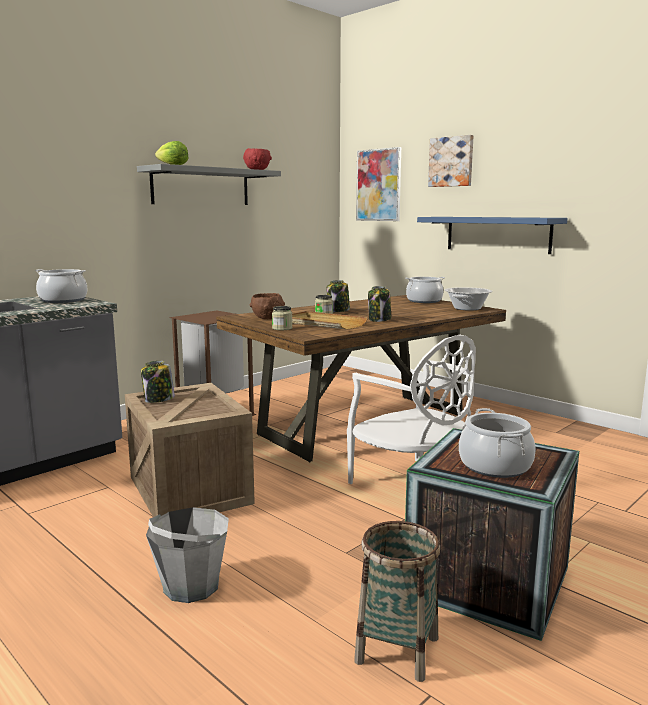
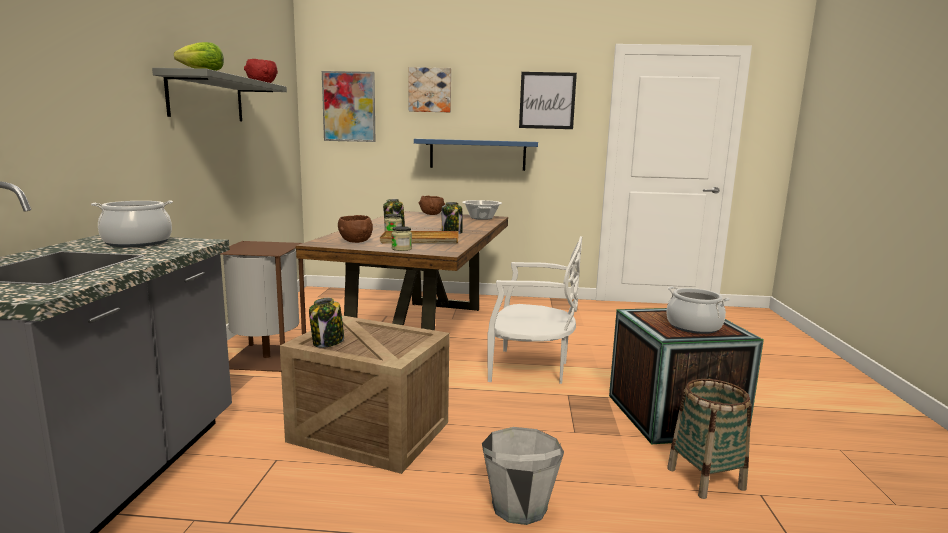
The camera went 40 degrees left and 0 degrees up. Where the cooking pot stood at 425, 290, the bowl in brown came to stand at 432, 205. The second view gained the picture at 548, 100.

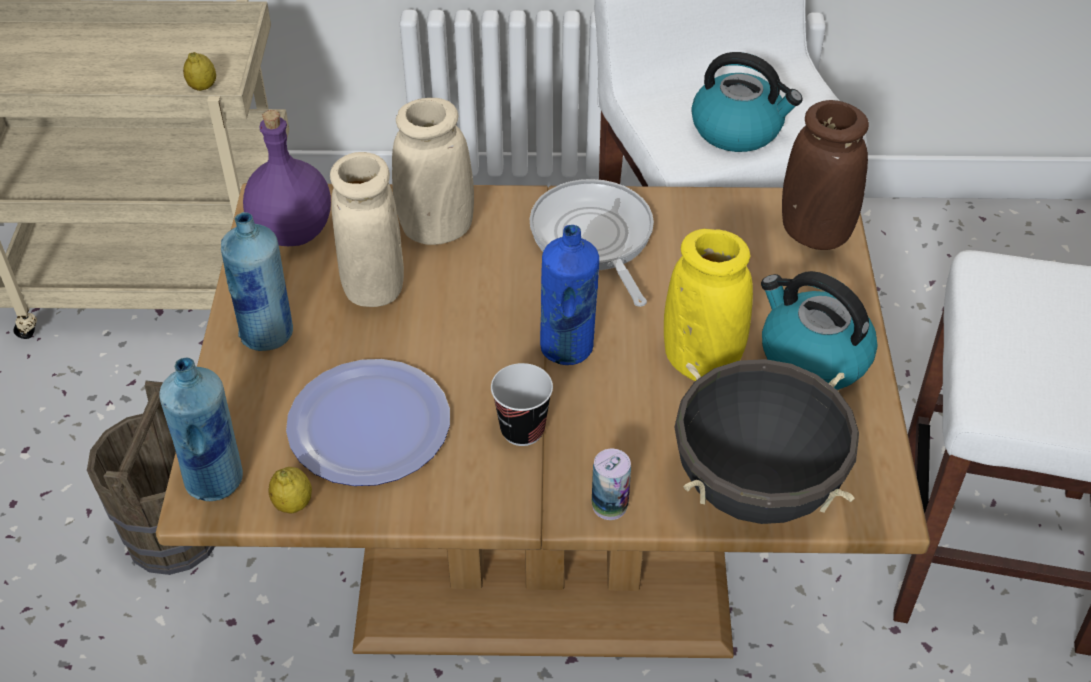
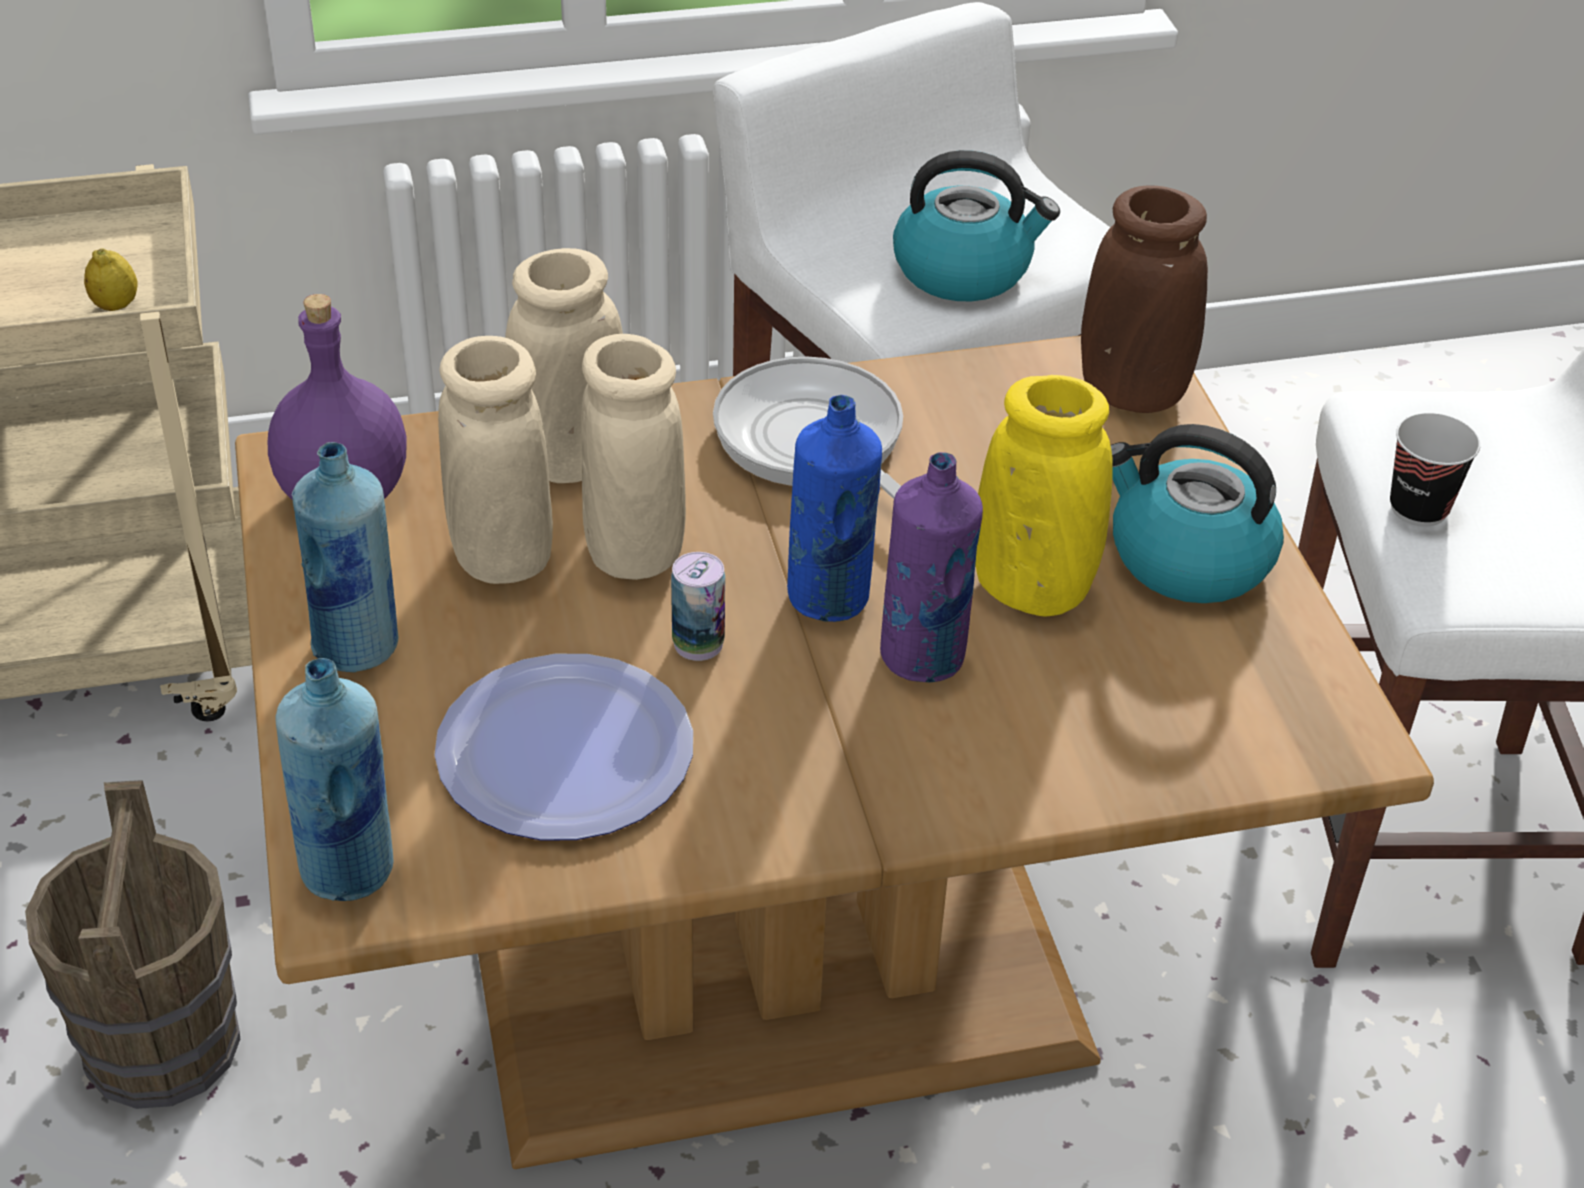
The camera went 15 degrees left and 5 degrees down. The second view lost the lemon at 290, 490. The cup ended up elsewhere, having gone from 522, 404 to 1435, 470. The can ended up elsewhere, having gone from 611, 484 to 698, 606. The second view lost the cooking pot in black at 766, 441. The second view gained the vase in beige at 633, 457. The second view gained the bottle in purple at 931, 567.

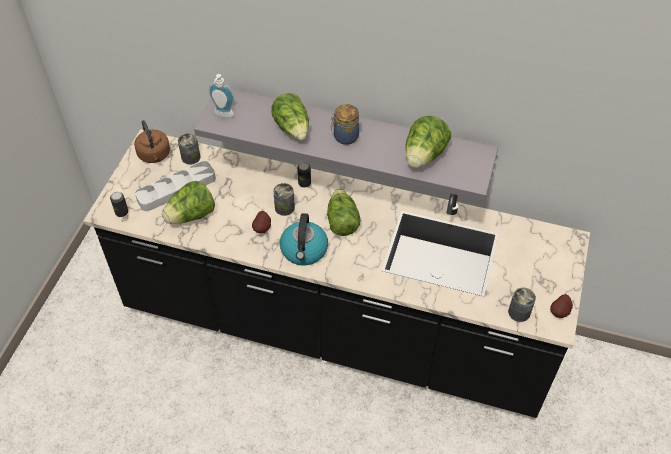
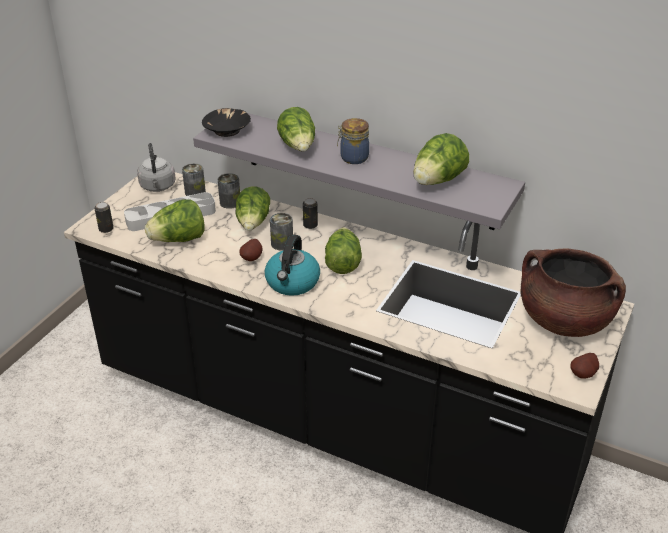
The camera went 10 degrees right and 15 degrees down. What was the kettle in brown at 152, 141 turned into the kettle in grey at 156, 167. Where the soap dispenser stood at 221, 96, the bowl in black came to stand at 226, 122. The can ended up elsewhere, having gone from 522, 304 to 229, 191. The second view gained the lettuce at 252, 208. The second view gained the cooking pot in brown at 573, 292.

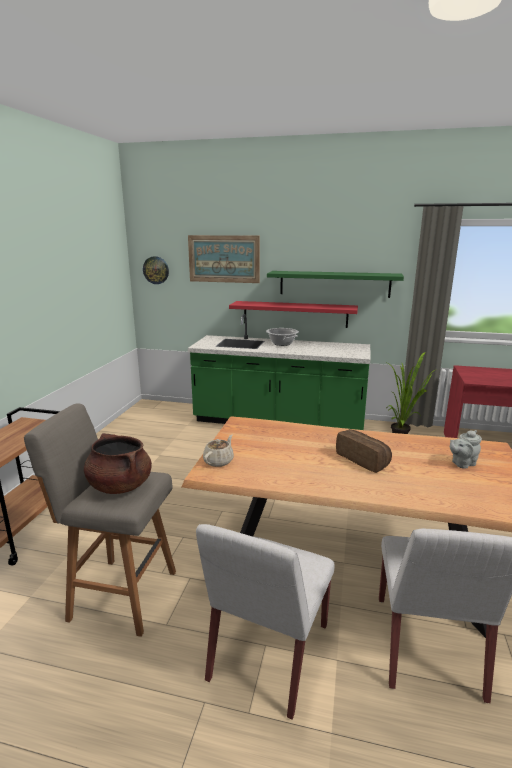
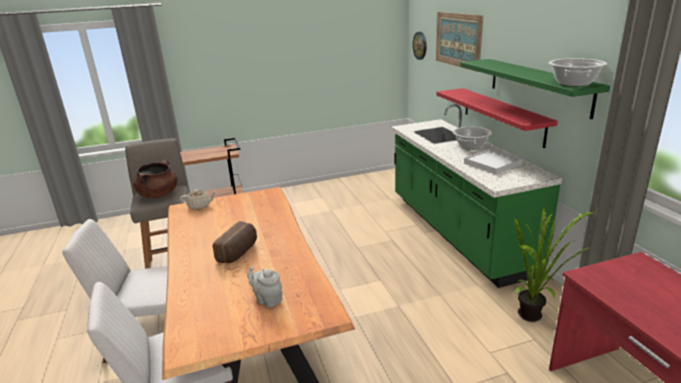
The camera went 60 degrees right and 5 degrees up. The second view gained the tray in white at 493, 161. The second view gained the cooking pot at 578, 72.

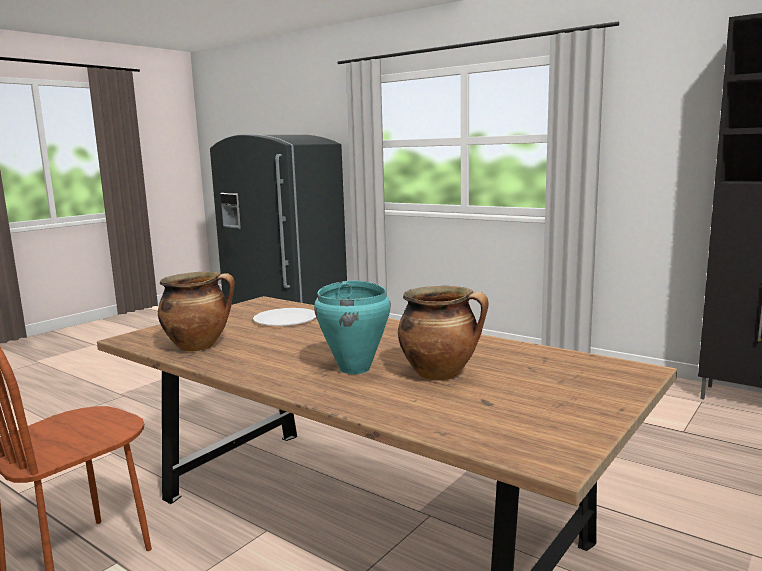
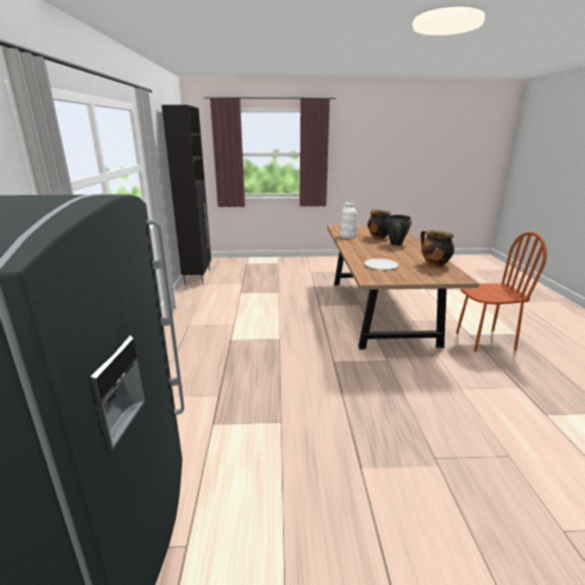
The camera went 130 degrees left and 10 degrees up. What was the cooking pot in turquoise at 352, 327 turned into the cooking pot in black at 398, 230. The second view gained the vase in white at 348, 219.

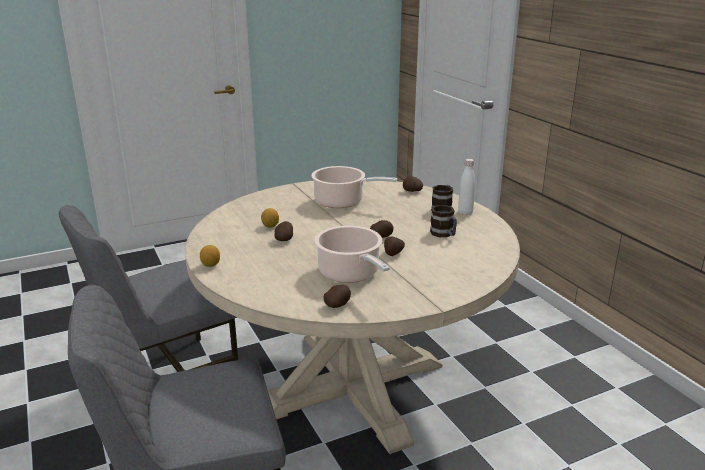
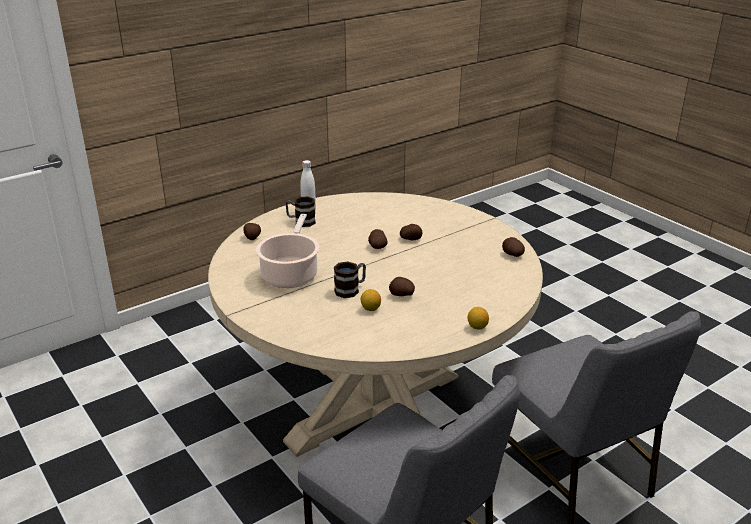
The camera went 100 degrees left and 5 degrees up. The second view lost the cooking pot at 352, 254. The mug ended up elsewhere, having gone from 443, 221 to 350, 280.

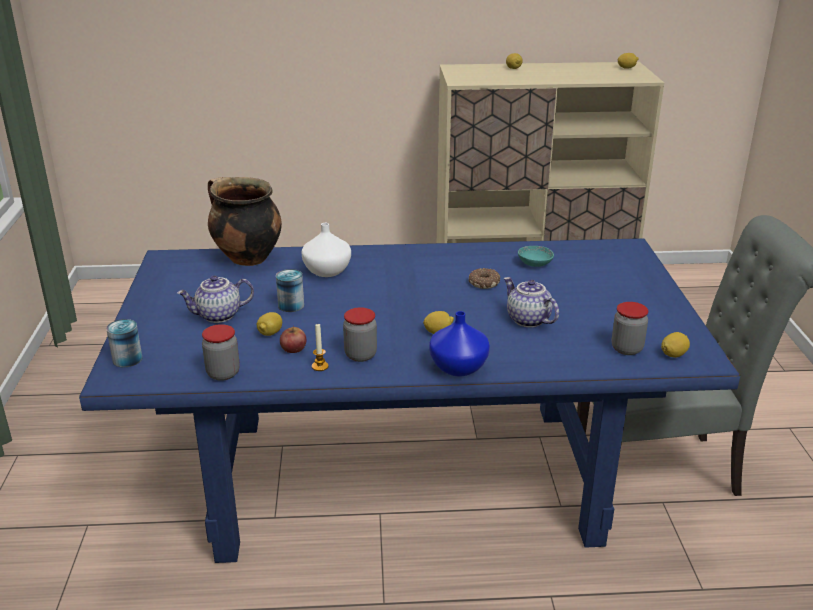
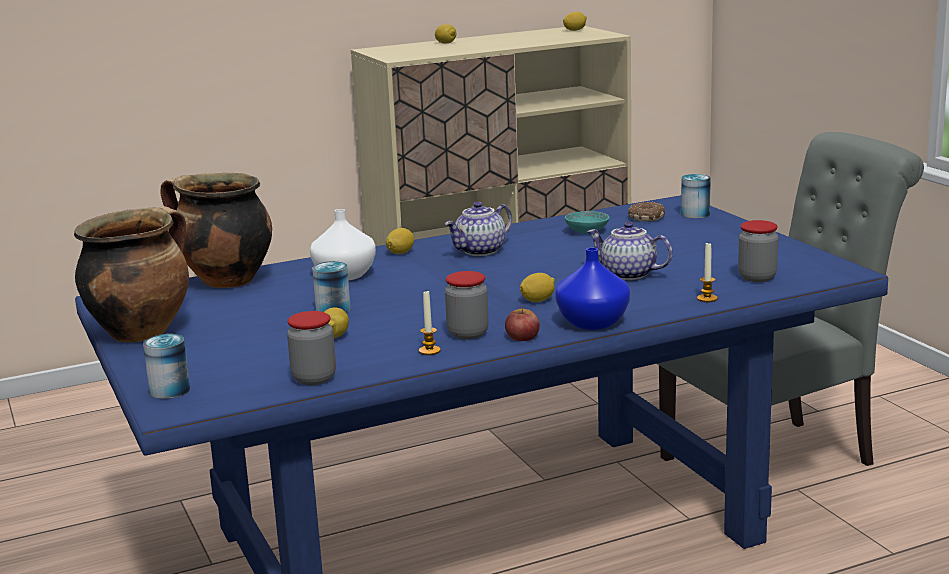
The camera went 20 degrees left and 10 degrees down. The teapot ended up elsewhere, having gone from 215, 299 to 478, 229. The apple ended up elsewhere, having gone from 293, 339 to 522, 323. The donut ended up elsewhere, having gone from 484, 278 to 646, 211. The lemon ended up elsewhere, having gone from 675, 345 to 400, 241. The second view gained the cooking pot at 131, 274. The second view gained the can at 696, 196. The second view gained the candle at 707, 271.

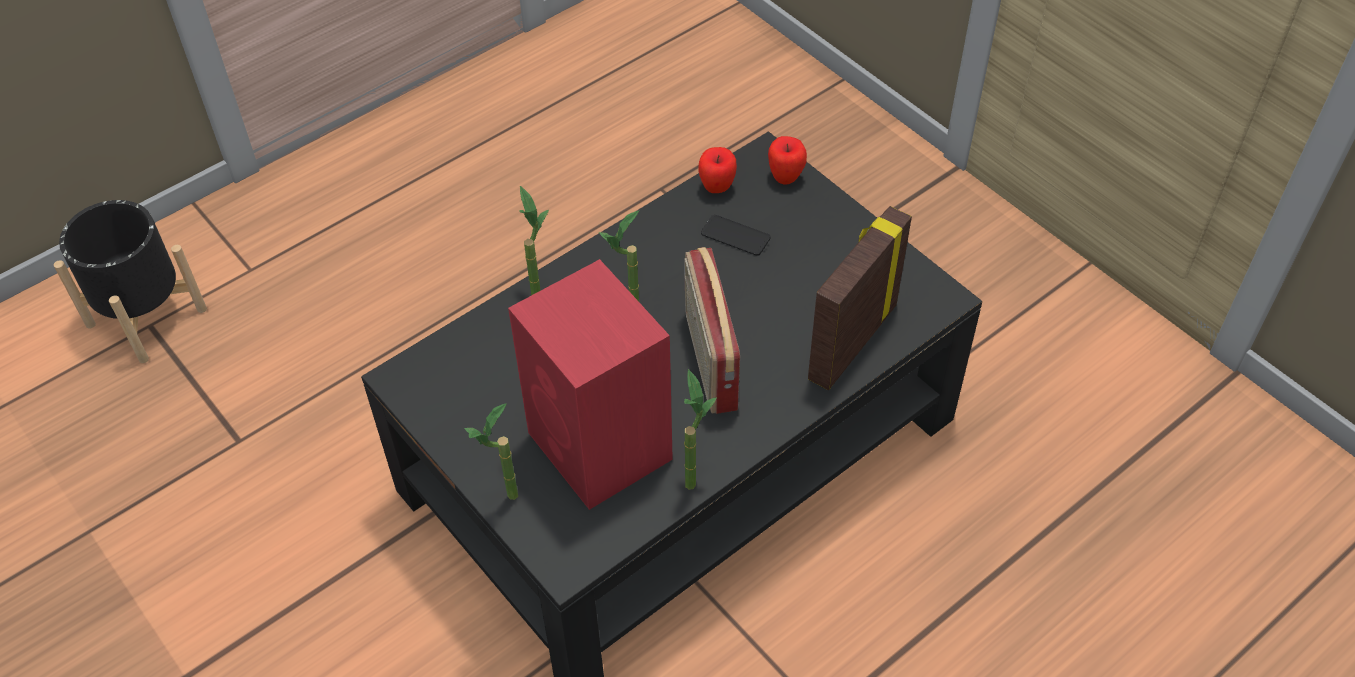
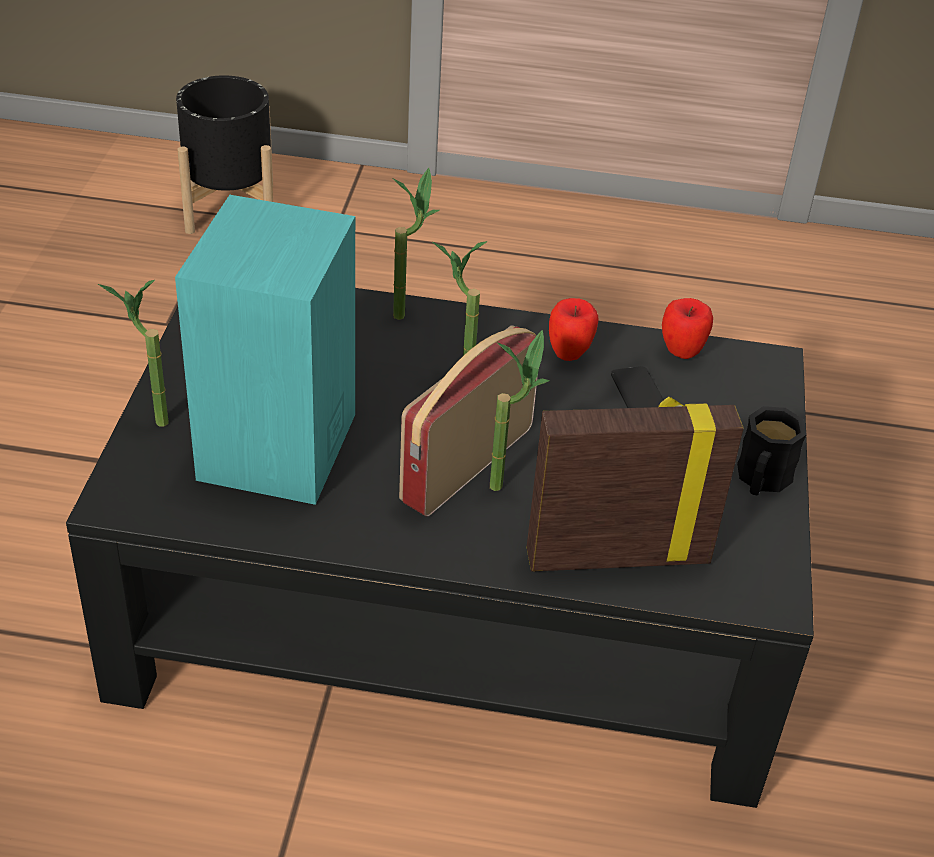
The camera went 45 degrees right and 10 degrees down. What was the speaker in red at 590, 384 turned into the speaker in turquoise at 265, 350. The potted plant ended up elsewhere, having gone from 700, 429 to 520, 410. The apple ended up elsewhere, having gone from 787, 160 to 574, 329. The second view gained the mug in black at 772, 450.

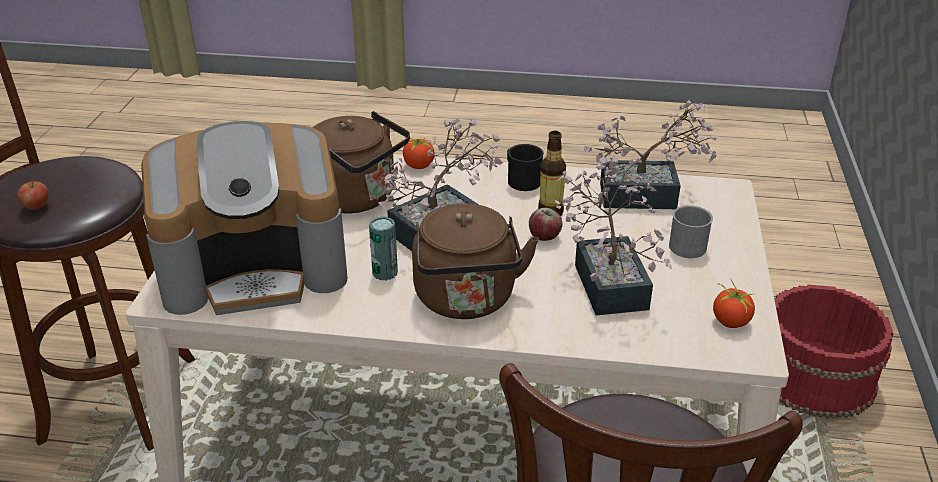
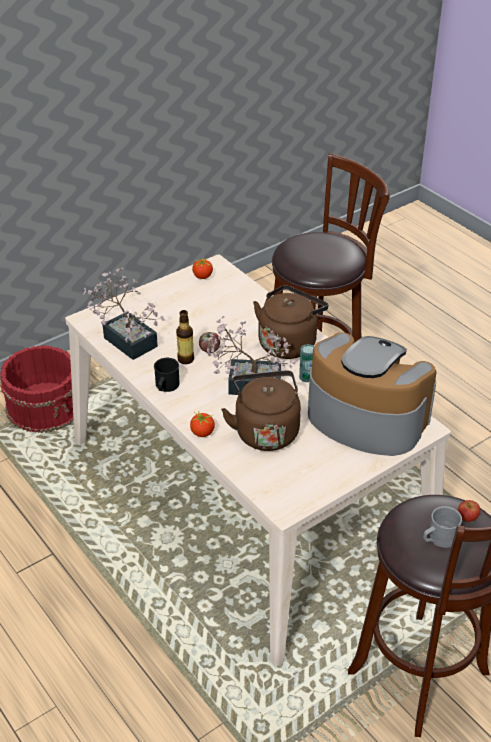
The camera went 135 degrees left and 5 degrees up. The second view lost the potted plant at 613, 236. The mug in grey ended up elsewhere, having gone from 691, 231 to 442, 527.

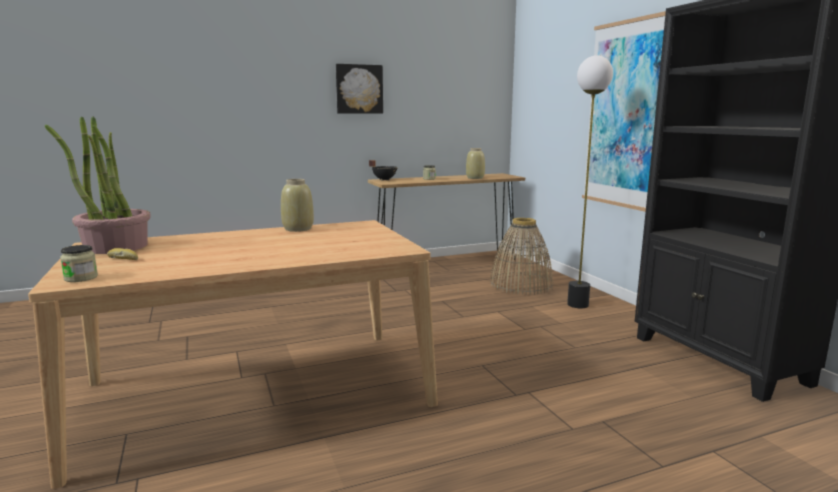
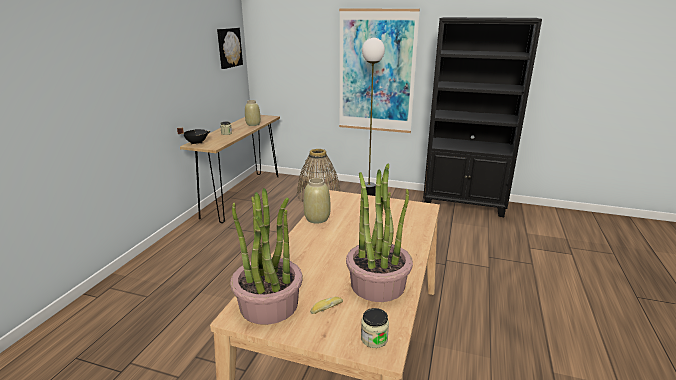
The camera went 50 degrees left and 10 degrees up. The picture ended up elsewhere, having gone from 359, 89 to 230, 48. The second view gained the potted plant at 379, 232.

